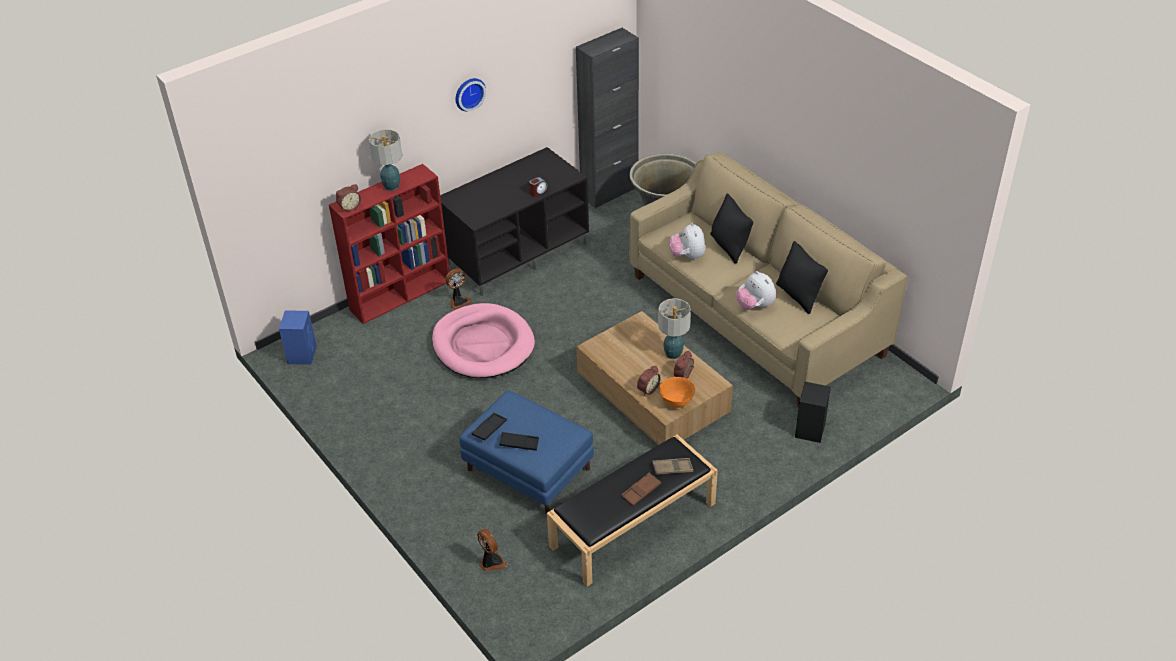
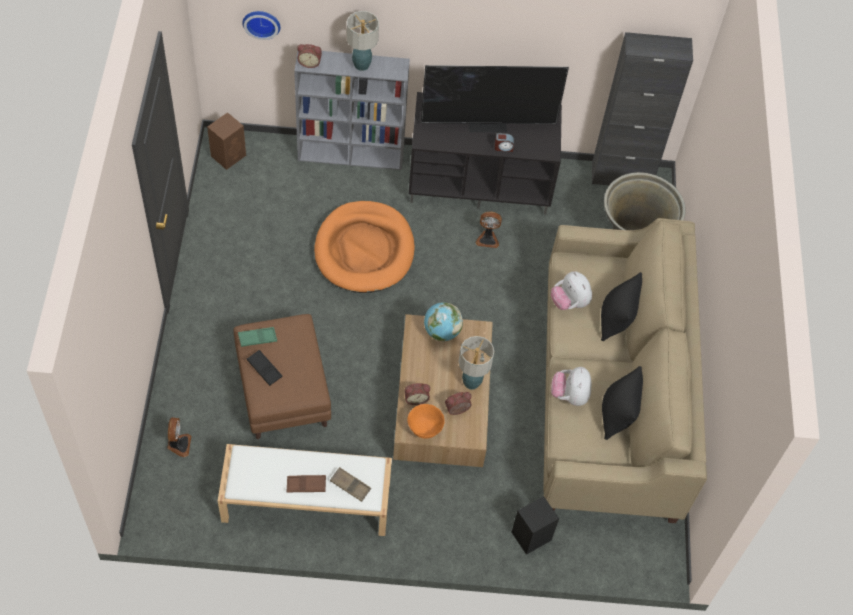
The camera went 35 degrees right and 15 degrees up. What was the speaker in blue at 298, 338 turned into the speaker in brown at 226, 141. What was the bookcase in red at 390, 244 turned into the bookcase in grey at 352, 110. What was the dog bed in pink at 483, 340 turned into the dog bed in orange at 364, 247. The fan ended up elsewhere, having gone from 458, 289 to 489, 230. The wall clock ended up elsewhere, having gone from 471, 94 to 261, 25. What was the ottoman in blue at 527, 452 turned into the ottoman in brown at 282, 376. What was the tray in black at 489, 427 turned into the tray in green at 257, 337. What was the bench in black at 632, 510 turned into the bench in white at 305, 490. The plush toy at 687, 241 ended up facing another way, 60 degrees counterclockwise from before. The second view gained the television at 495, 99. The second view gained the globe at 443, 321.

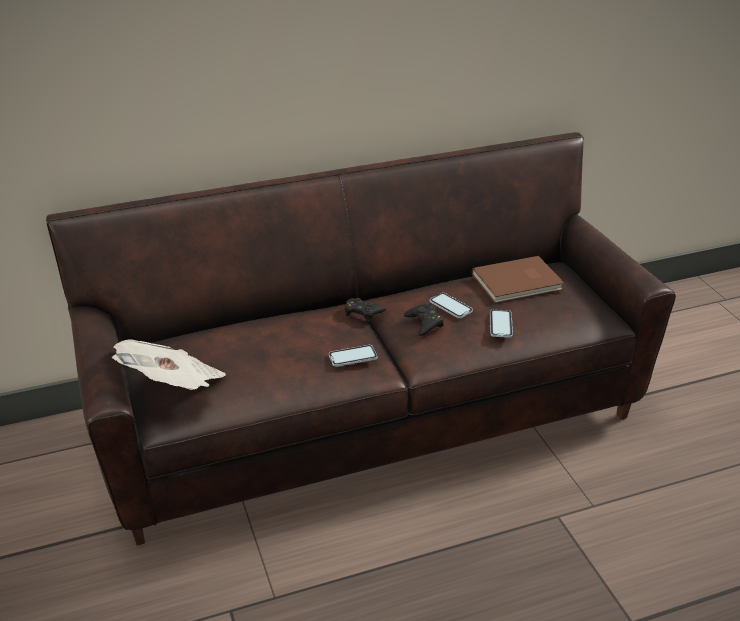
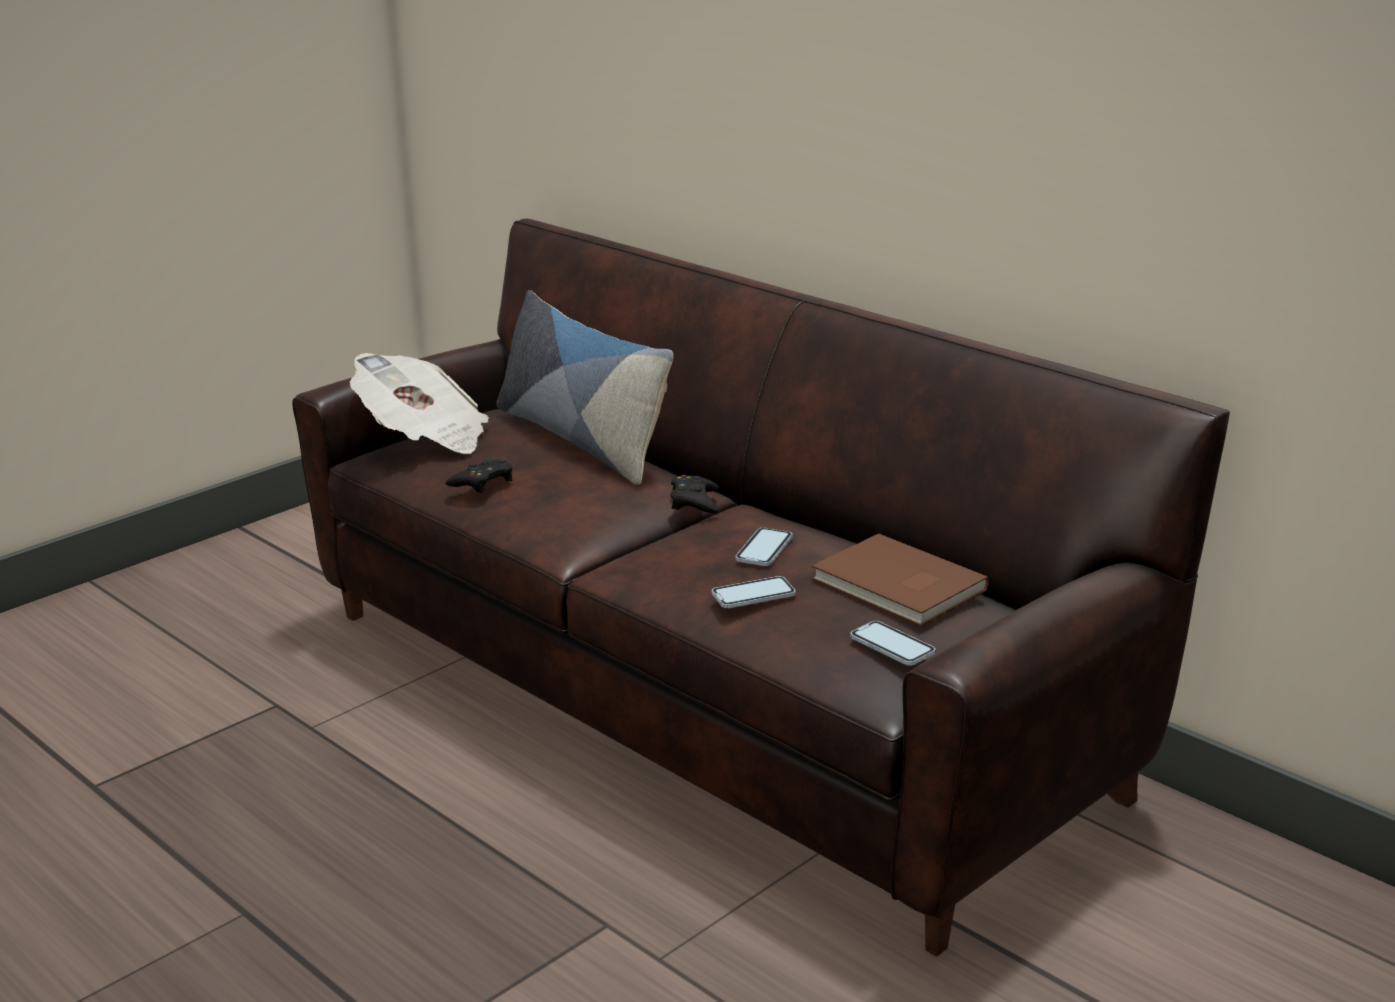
The camera went 65 degrees right and 10 degrees down. The phone ended up elsewhere, having gone from 353, 356 to 892, 643. The game controller in black ended up elsewhere, having gone from 424, 319 to 479, 476. The second view gained the pillow at 584, 387.

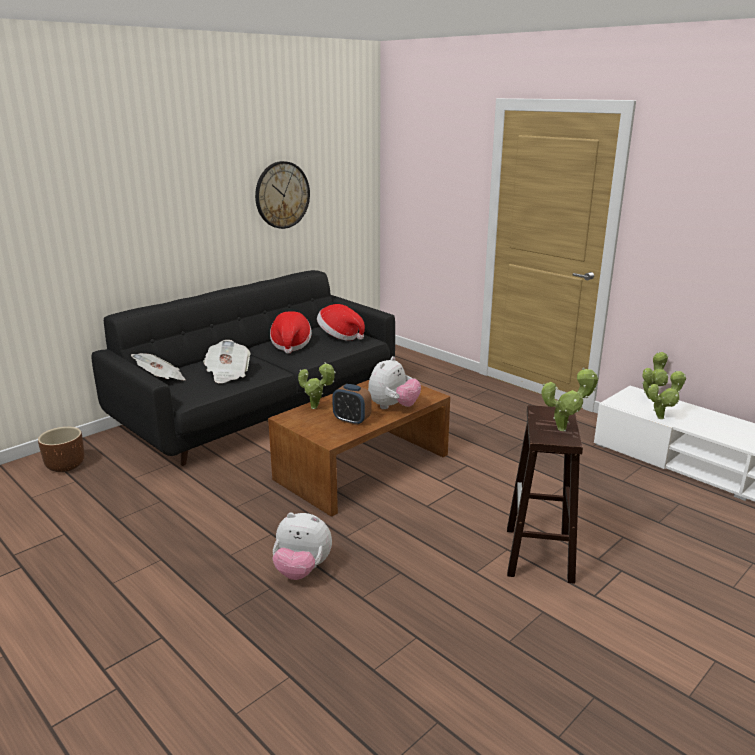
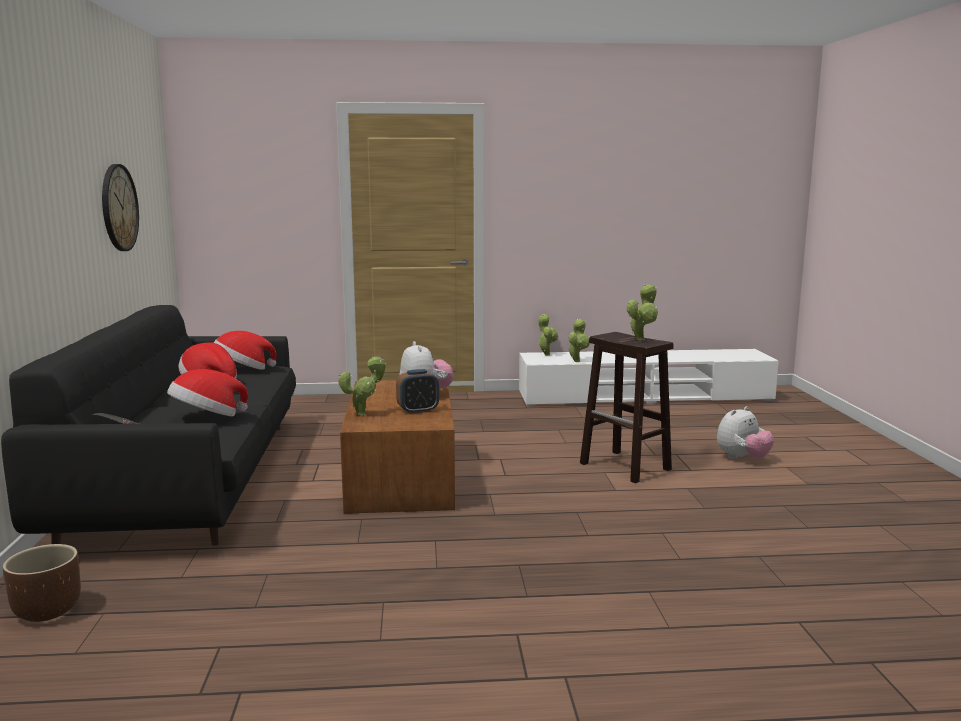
The camera went 50 degrees left and 10 degrees down. Where the newspaper stood at 227, 361, the hat came to stand at 207, 393. The plush toy ended up elsewhere, having gone from 302, 546 to 745, 432.

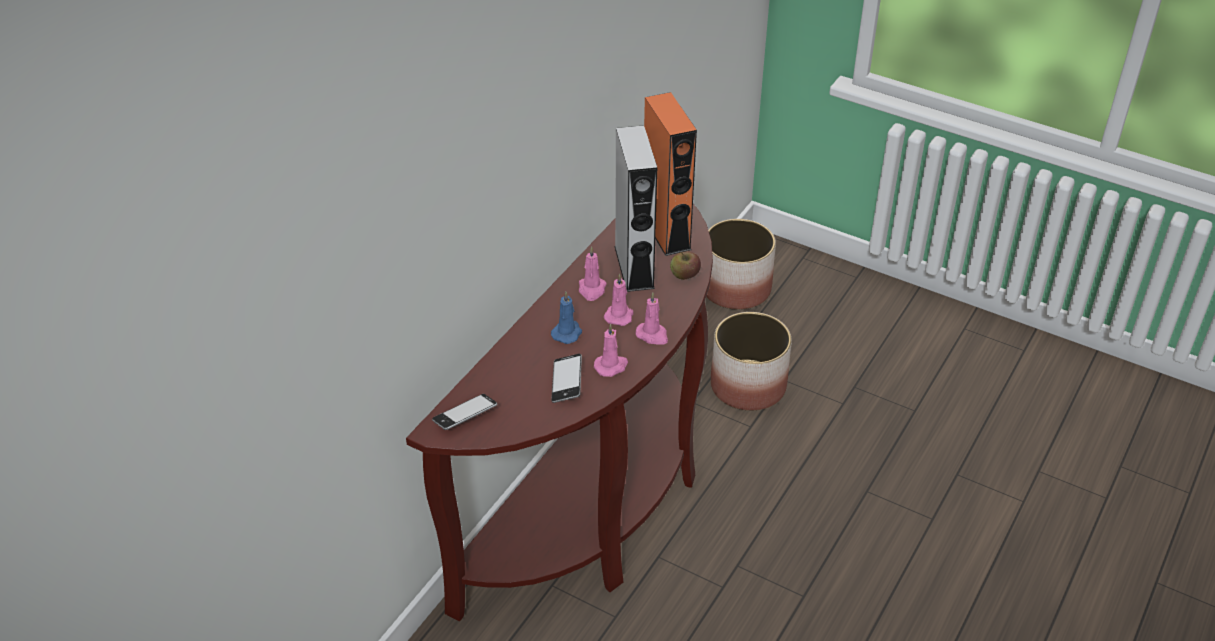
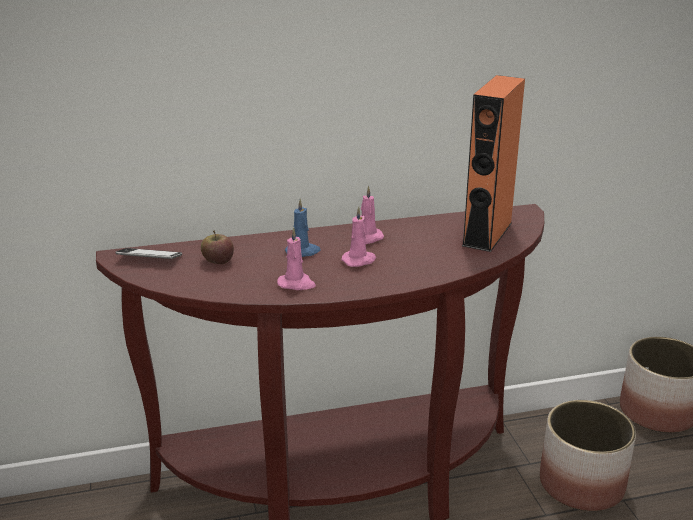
The camera went 45 degrees right and 15 degrees down. The second view lost the phone at 566, 378. The second view lost the speaker in grey at 635, 208. The second view lost the candle in pink at 652, 318. The apple ended up elsewhere, having gone from 685, 266 to 217, 247.

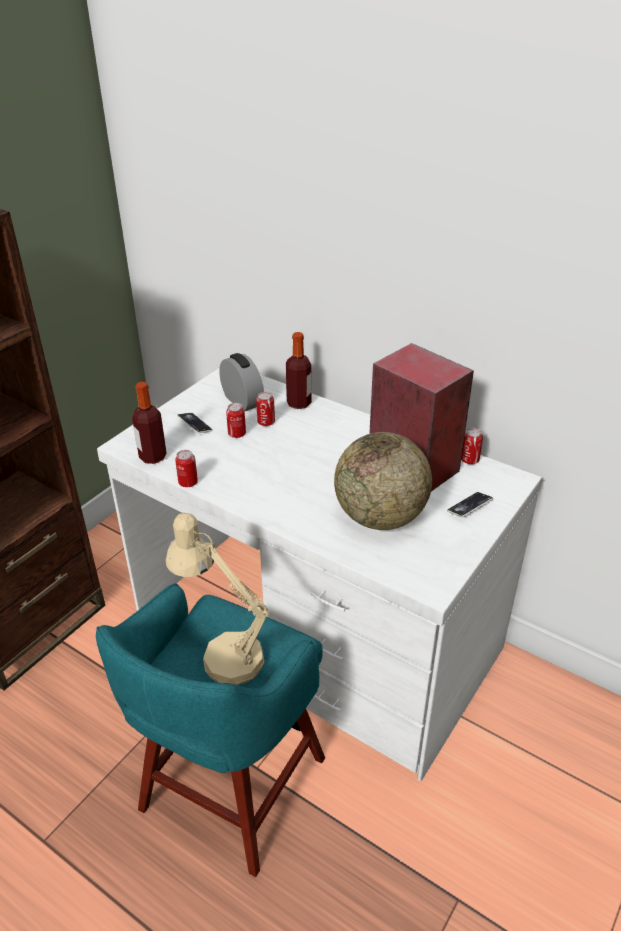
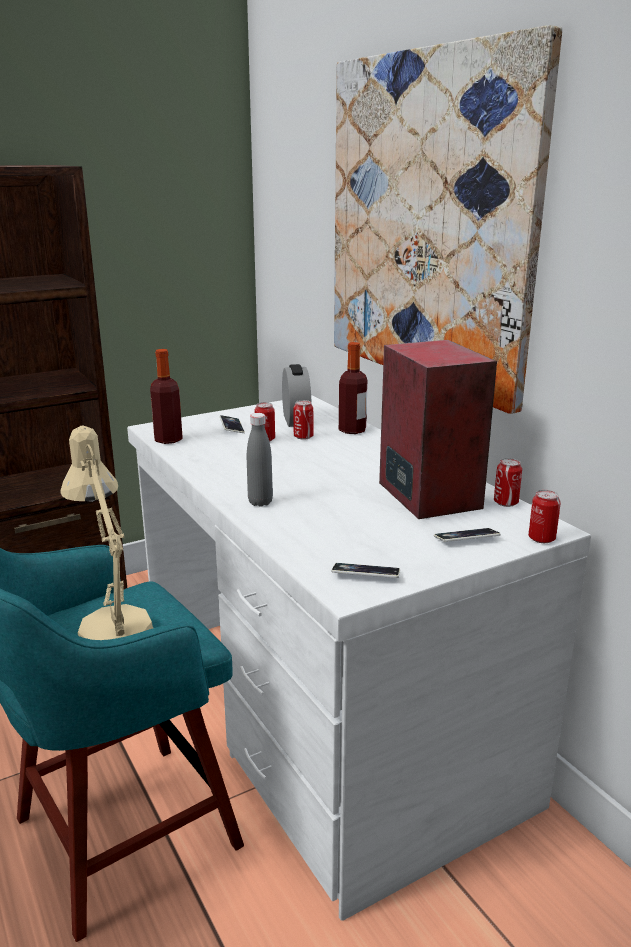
The camera went 25 degrees right and 15 degrees down. The can ended up elsewhere, having gone from 186, 468 to 544, 516. The second view lost the globe at 383, 481. The second view gained the bottle in grey at 260, 460. The second view gained the phone at 365, 570. The second view gained the picture at 448, 219.

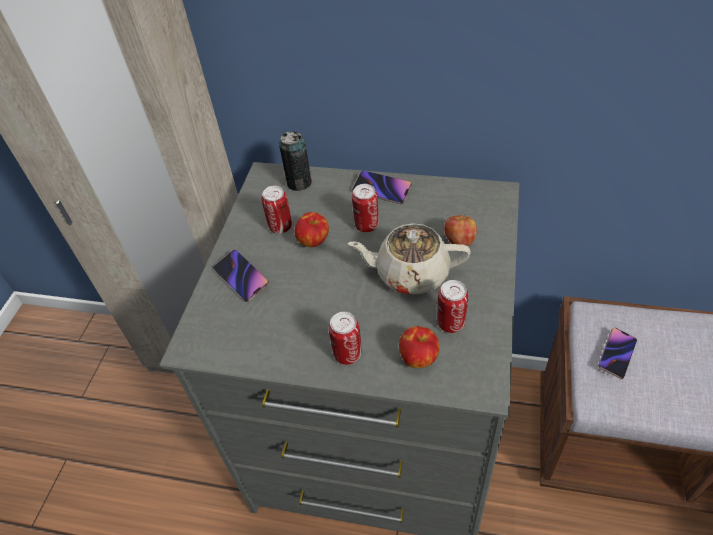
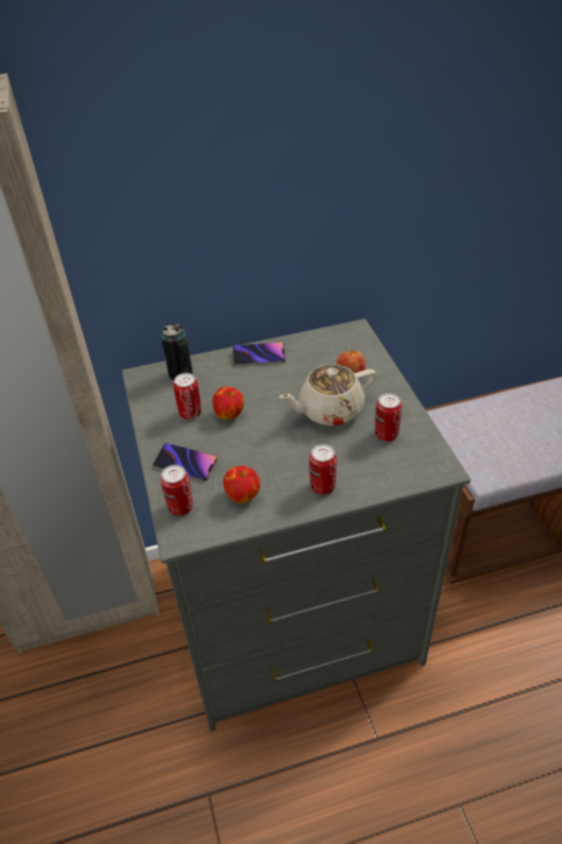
The camera went 30 degrees left and 5 degrees down. The can ended up elsewhere, having gone from 365, 208 to 177, 490. The apple ended up elsewhere, having gone from 419, 347 to 241, 485. The second view lost the phone at 617, 353.

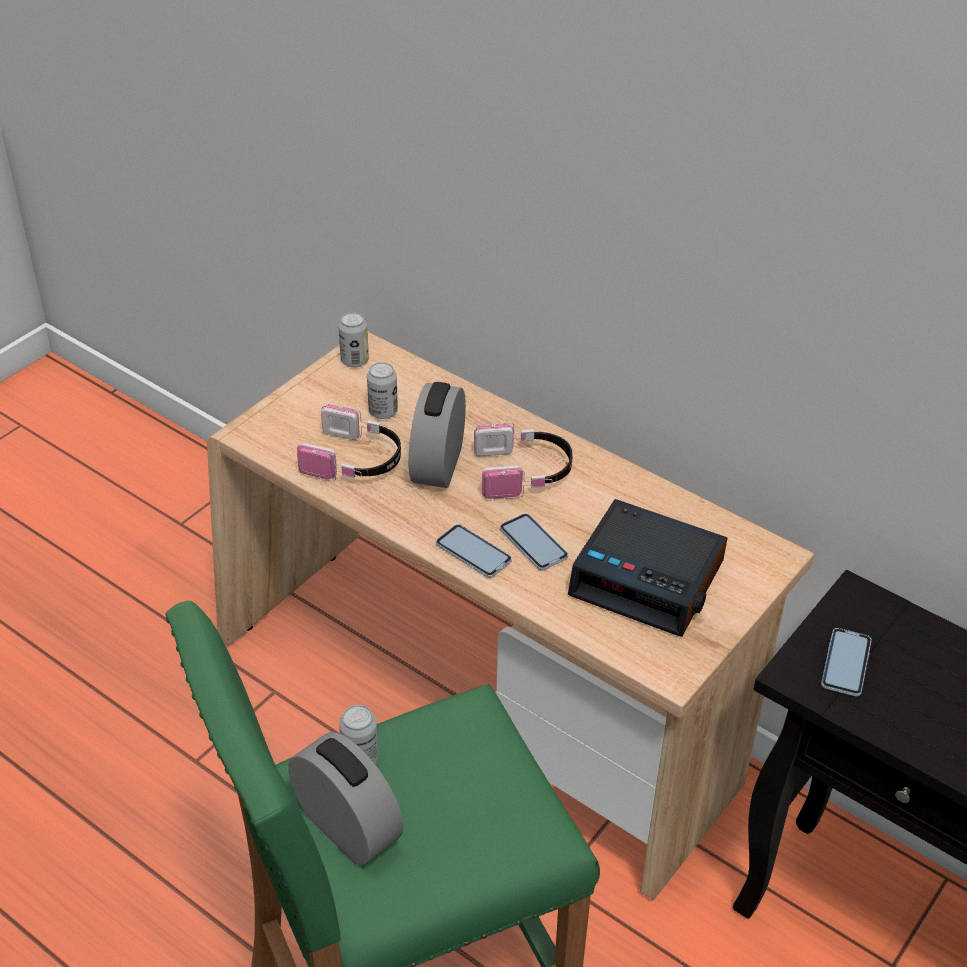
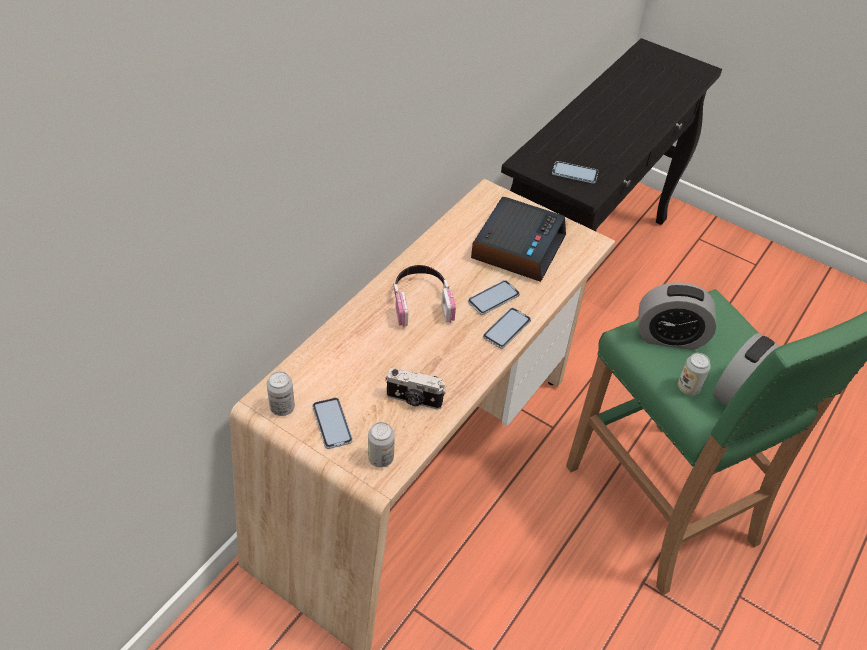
The camera went 95 degrees left and 5 degrees up. Where the headphones stood at 349, 442, the photo camera came to stand at 415, 389. The can ended up elsewhere, having gone from 382, 390 to 381, 445. The alarm clock ended up elsewhere, having gone from 437, 435 to 677, 316. The second view gained the phone at 332, 423.

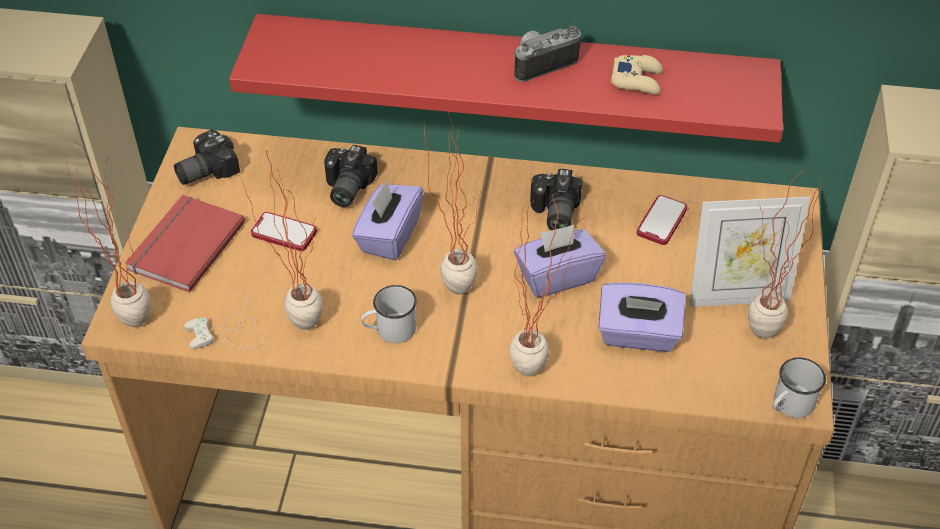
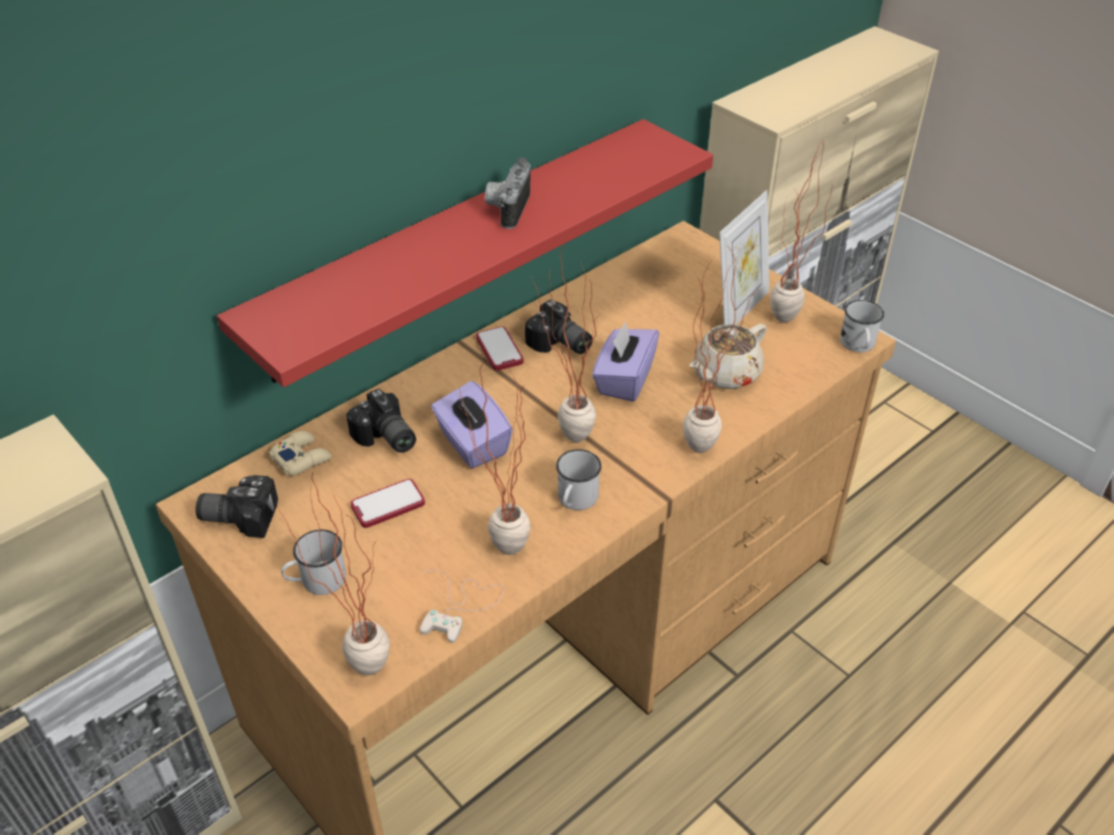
The camera went 50 degrees left and 5 degrees down. Where the book in red stood at 185, 244, the mug in white came to stand at 313, 562. The photo camera at 207, 157 ended up facing another way, 90 degrees clockwise from before. Where the tissue box in purple stood at 642, 317, the teapot in beige came to stand at 728, 356. The game controller in beige ended up elsewhere, having gone from 637, 75 to 300, 453. The phone ended up elsewhere, having gone from 662, 220 to 500, 349.

